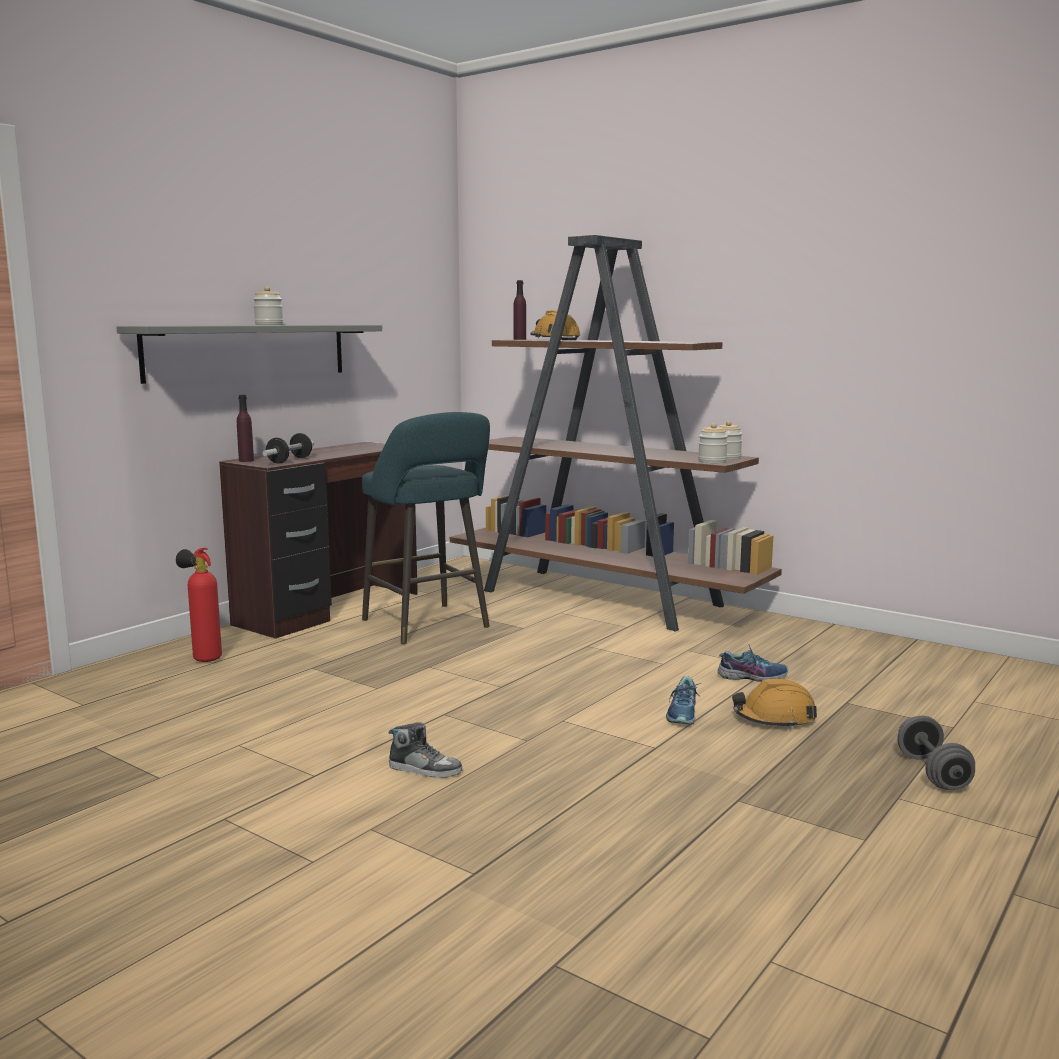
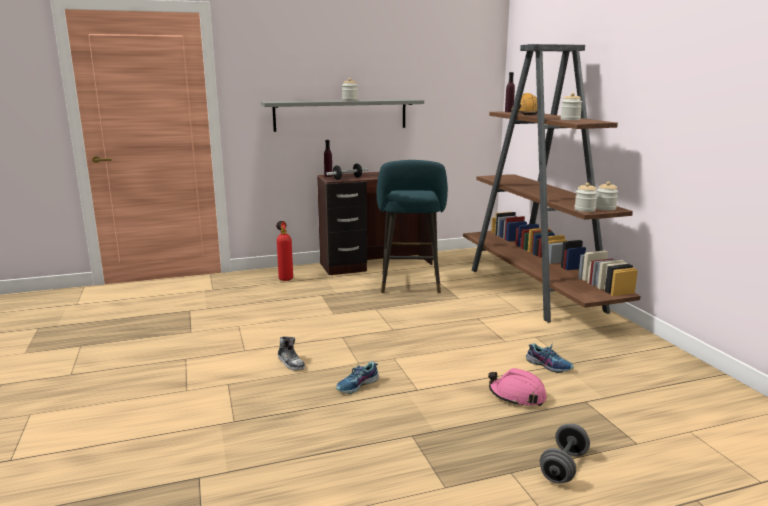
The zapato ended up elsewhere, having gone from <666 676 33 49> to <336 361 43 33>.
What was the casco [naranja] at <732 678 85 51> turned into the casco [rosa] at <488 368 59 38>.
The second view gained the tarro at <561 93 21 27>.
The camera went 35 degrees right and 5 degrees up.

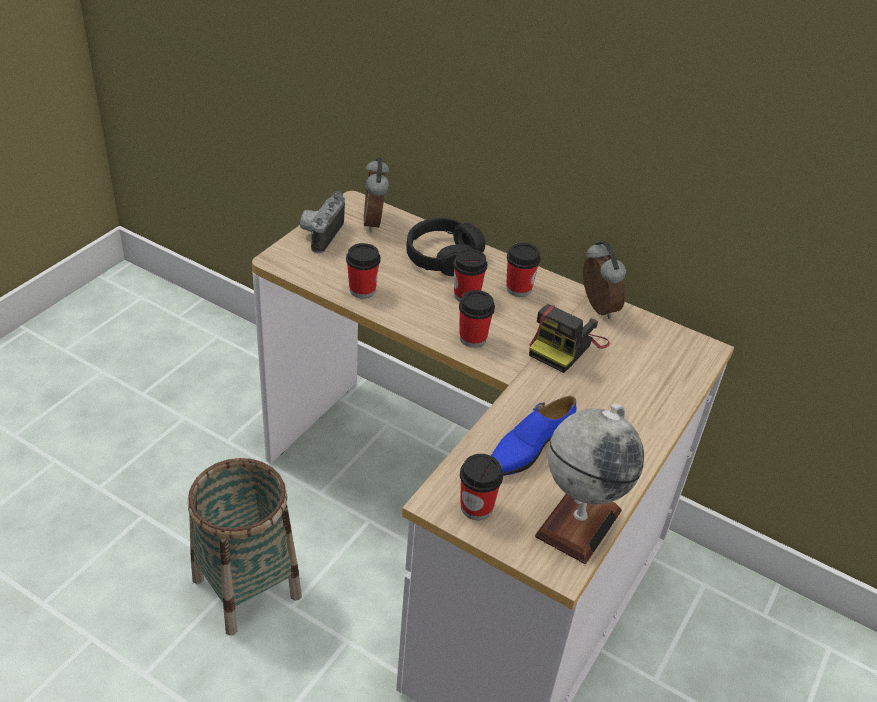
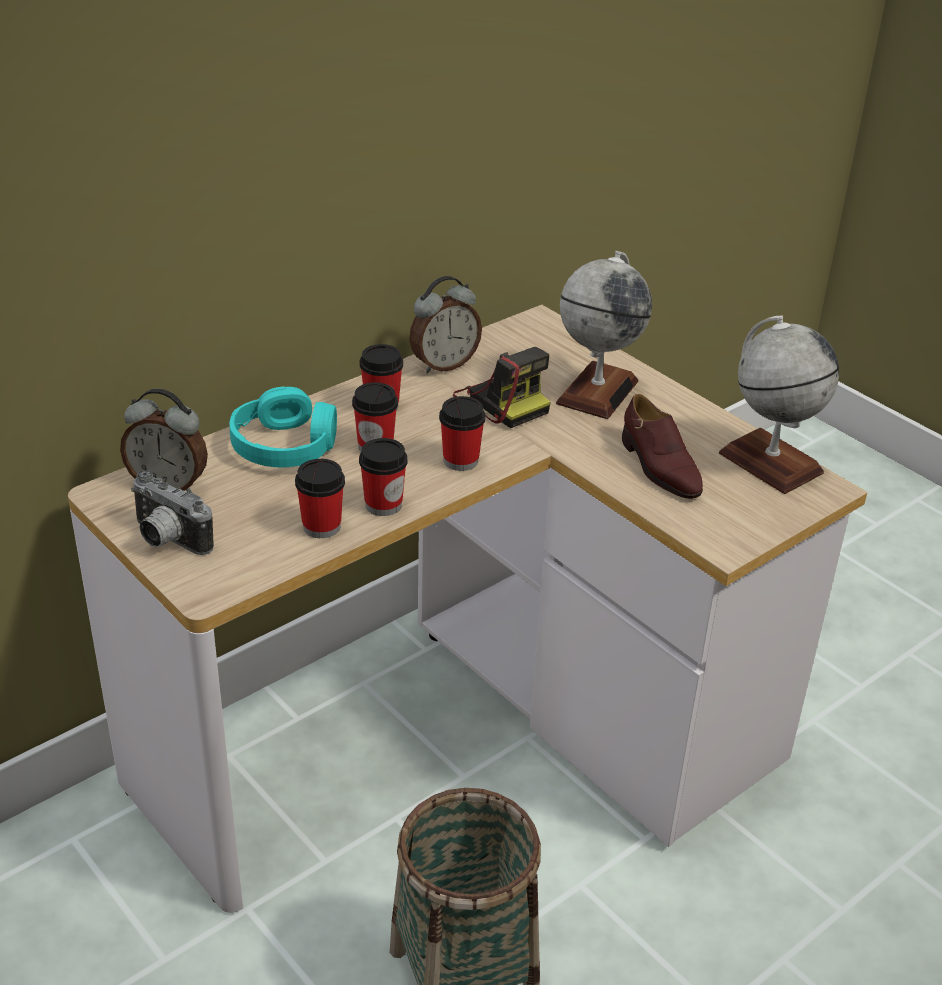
What was the auriculares [negro] at <406 218 79 58> turned into the auriculares [turquesa] at <230 386 107 82>.
The taza ended up elsewhere, having gone from <460 454 43 66> to <359 438 49 78>.
The despertador at <583 241 43 78> ended up facing another way, 150 degrees clockwise from before.
The second view gained the globo terráqueo at <556 251 96 168>.
What was the zapato [azul] at <491 396 85 80> turned into the zapato [marrón] at <622 394 81 105>.
The camera went 70 degrees left and 5 degrees down.

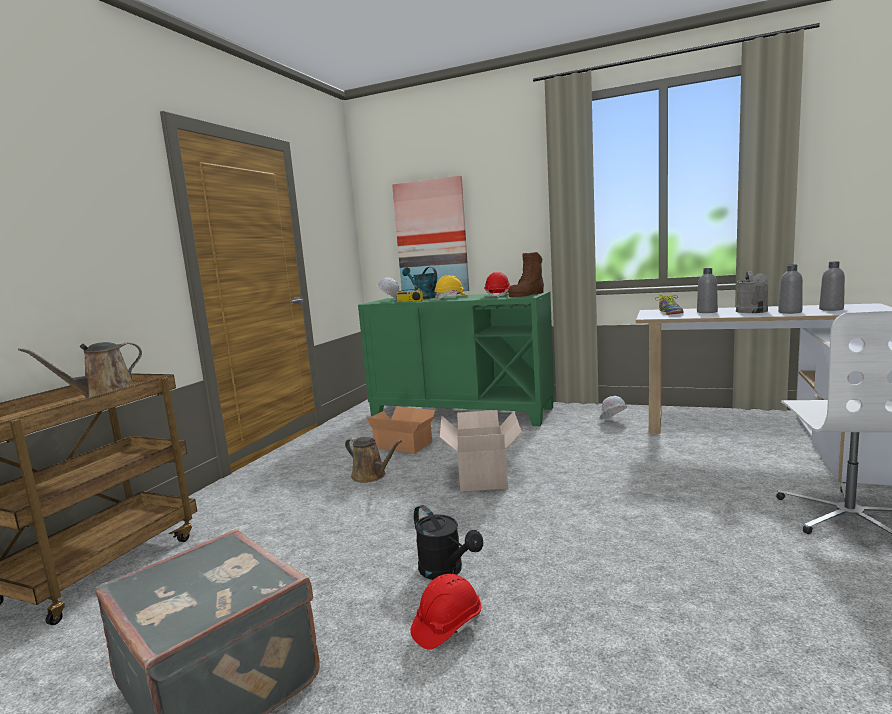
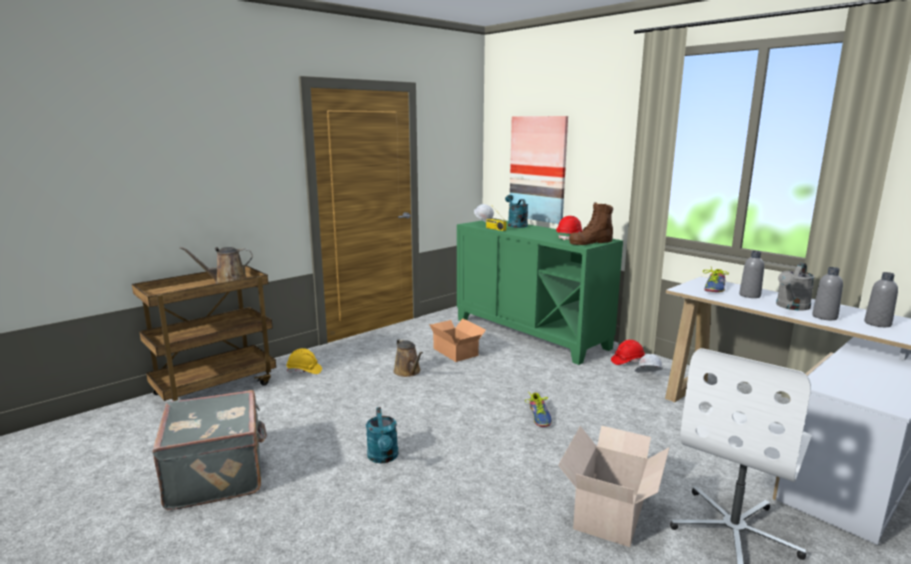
The casco [amarillo] ended up elsewhere, having gone from <434 275 34 24> to <287 348 35 26>.
What was the regadera [negro] at <414 505 69 75> turned into the regadera [turquesa] at <366 407 32 56>.
The second view gained the zapato at <525 393 27 34>.
The caja de cartón ended up elsewhere, having gone from <440 410 82 82> to <558 425 112 122>.
The casco [rojo] ended up elsewhere, having gone from <410 574 72 75> to <611 340 34 25>.
The camera went 25 degrees right and 5 degrees up.

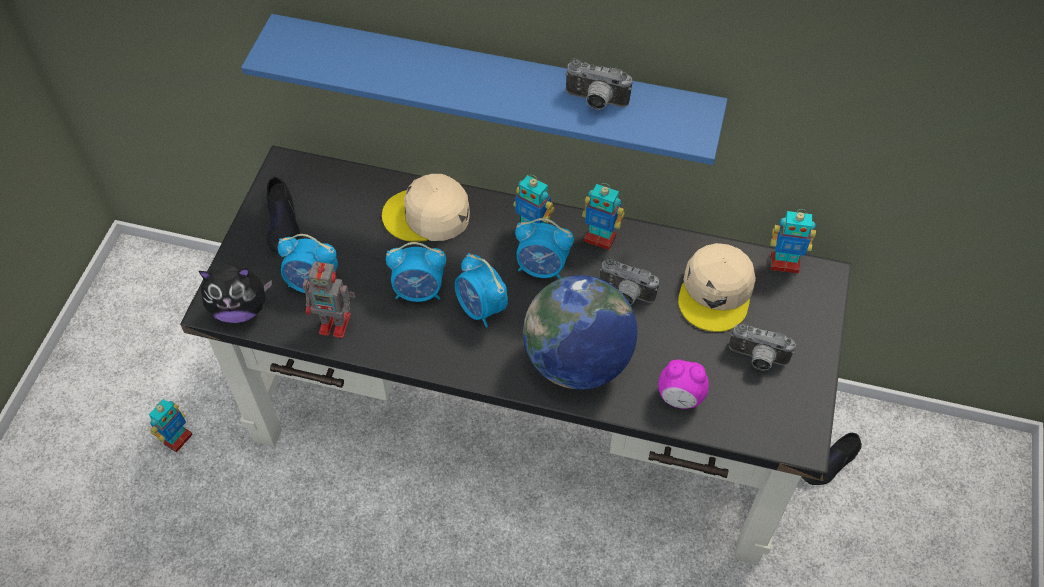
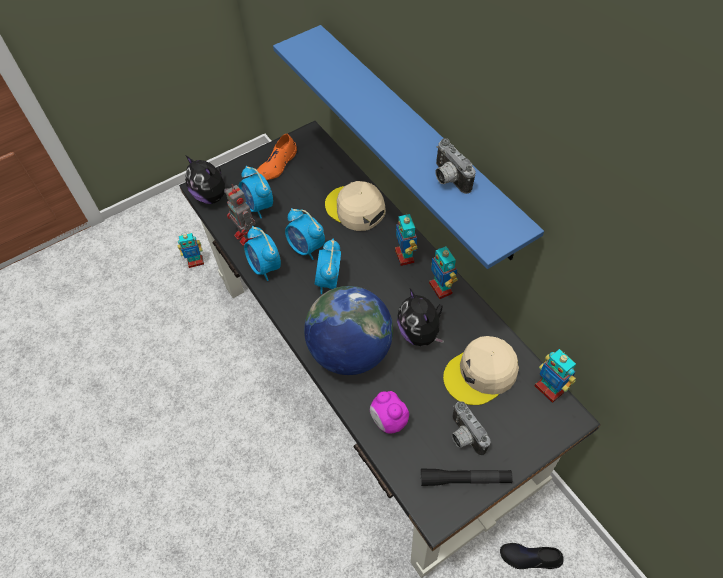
The despertador ended up elsewhere, having gone from <515 218 59 61> to <244 226 37 55>.
What was the zapato [negro] at <266 176 34 75> turned into the zapato [naranja] at <256 134 41 46>.
Where the cámara stood at <599 258 60 47>, the peluche came to stand at <397 288 48 58>.
The second view gained the linterna [negro] at <421 469 92 17>.
The camera went 45 degrees right and 0 degrees up.

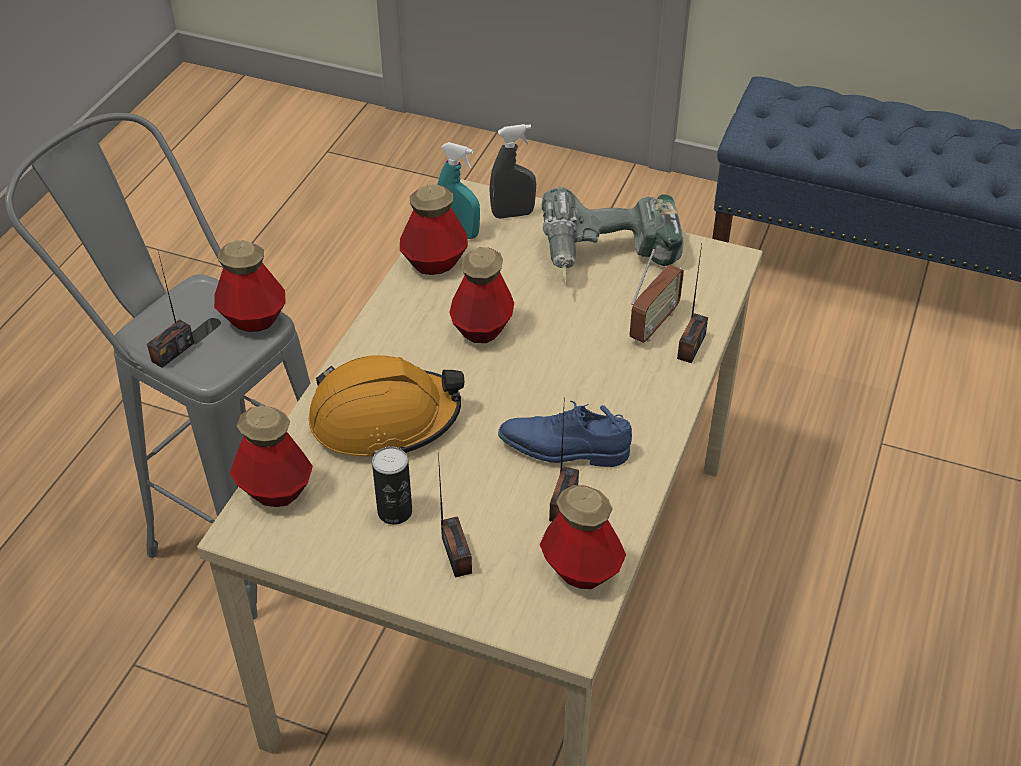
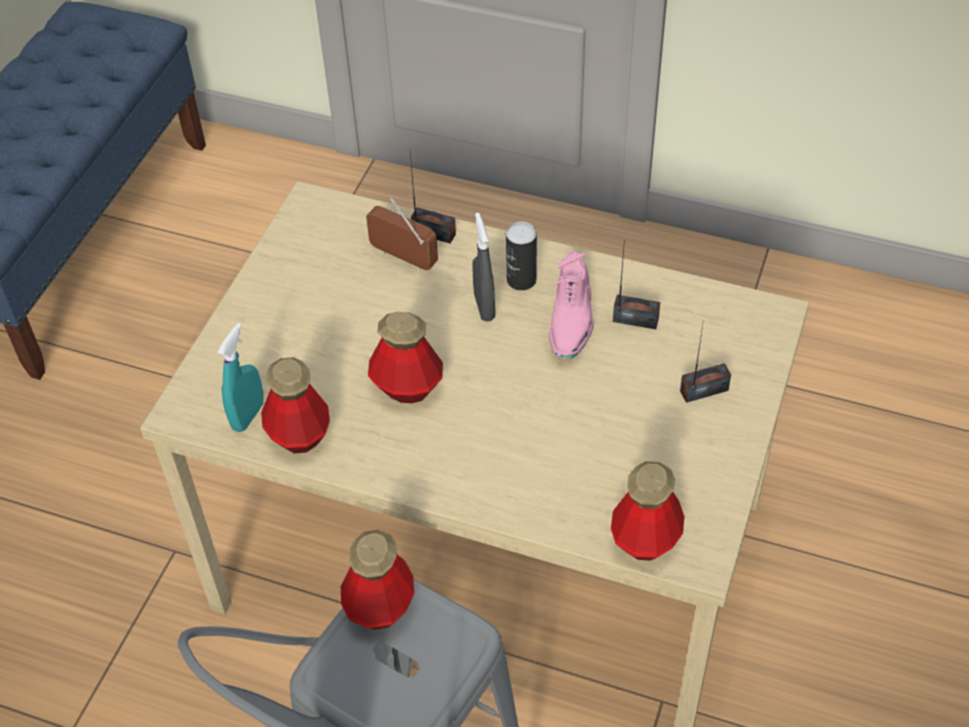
The pulverizador [gris] ended up elsewhere, having gone from <489 124 47 95> to <472 213 23 108>.
The lata ended up elsewhere, having gone from <372 446 40 79> to <506 222 31 69>.
What was the zapato [azul] at <498 401 134 66> turned into the zapato [rosa] at <549 250 45 110>.
The second view lost the radio at <147 252 47 116>.
The second view lost the casco [naranja] at <309 355 155 101>.
The second view lost the botella at <540 485 86 104>.
The second view lost the taladro at <542 187 142 96>.
The camera went 90 degrees left and 5 degrees up.

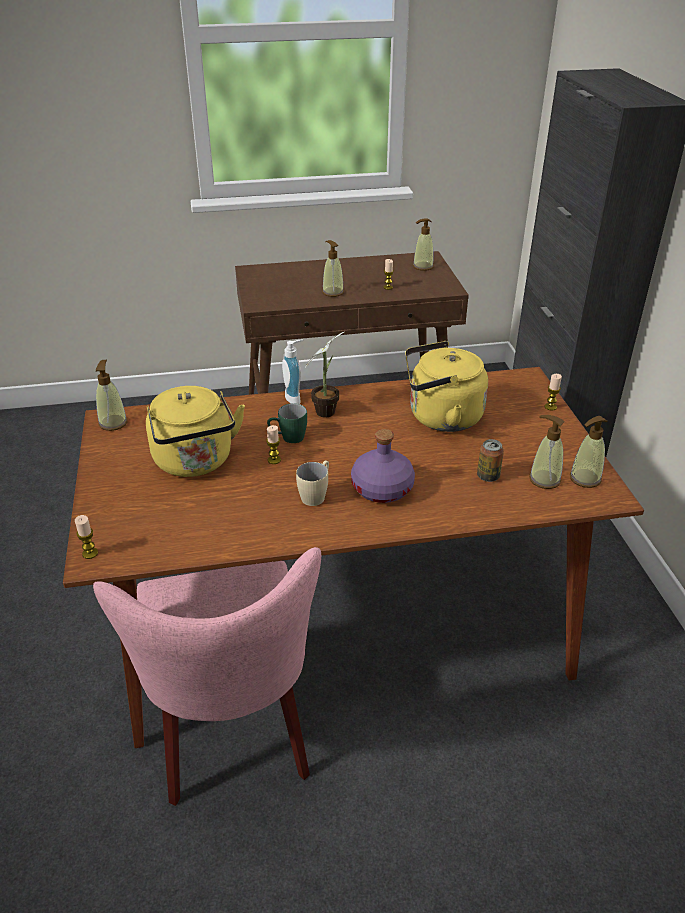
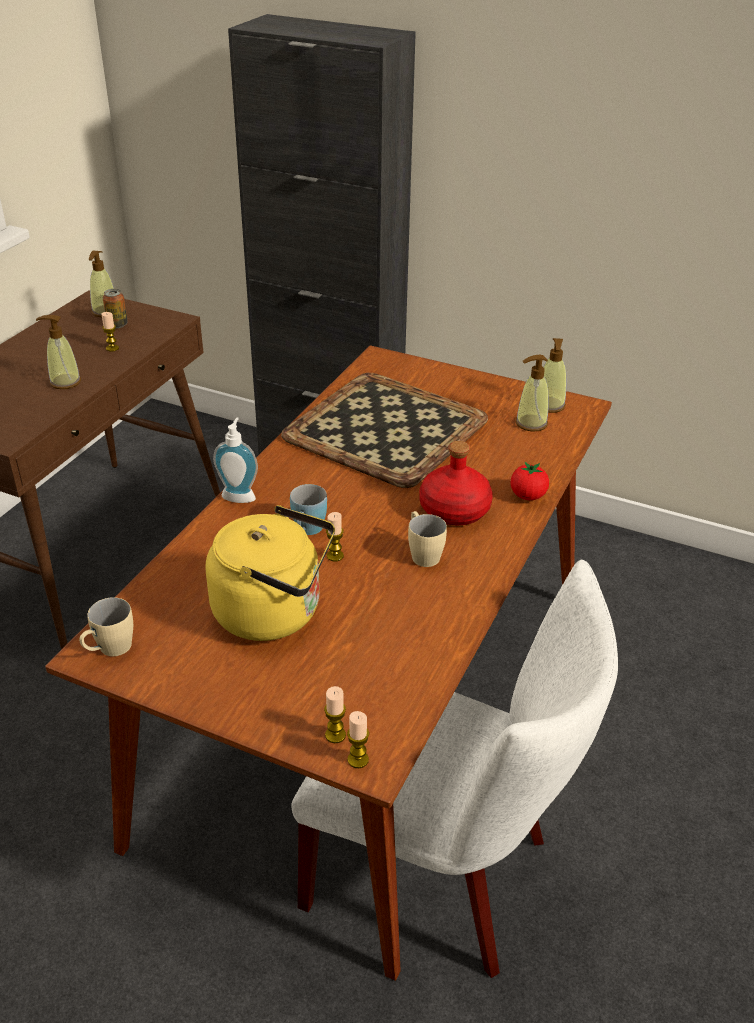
Where the dispensador de jabón stood at <95 360 32 71>, the taza grande [beis] came to stand at <79 597 54 59>.
The lata ended up elsewhere, having gone from <477 439 27 43> to <103 289 25 39>.
Where the hervidor [amarillo] stood at <405 341 83 91>, the bandeja came to stand at <281 373 207 115>.
What was the taza grande [verde] at <267 403 40 40> turned into the taza grande [azul] at <290 484 37 51>.
What was the silla [rosa] at <93 547 228 259> turned into the silla [blanco] at <291 560 327 418>.
The vela ended up elsewhere, having gone from <544 374 18 37> to <324 686 22 57>.
What was the botella [morado] at <351 429 64 74> turned into the botella [rojo] at <419 441 74 84>.
The second view gained the tomate at <511 462 38 38>.
The second view lost the planta en maceta at <305 332 39 86>.
The camera went 55 degrees left and 0 degrees up.

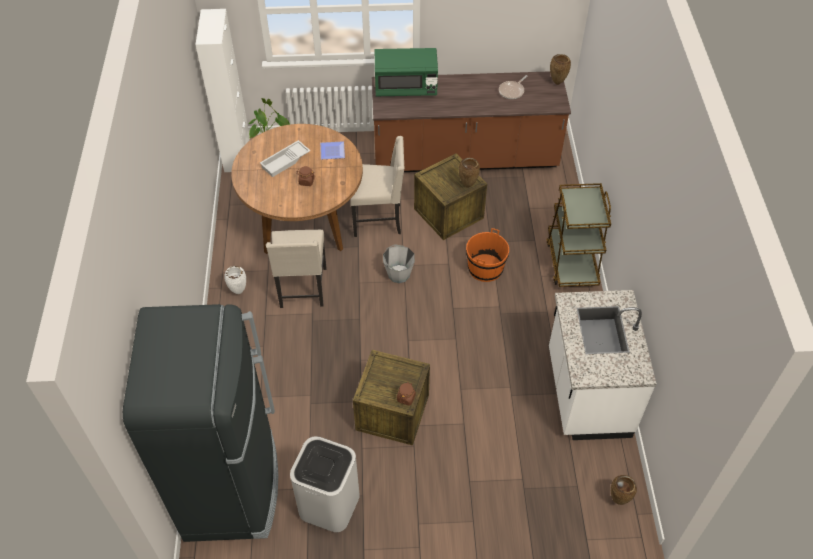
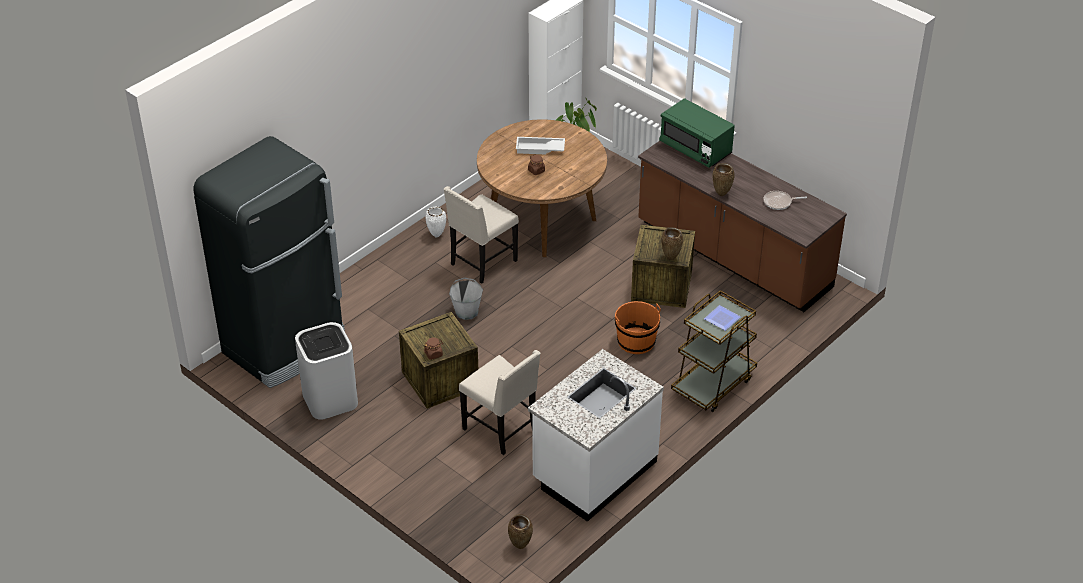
The cubo [gris] ended up elsewhere, having gone from <383 244 32 39> to <449 277 34 43>.
The silla [beis] ended up elsewhere, having gone from <350 136 54 101> to <459 350 81 105>.
The plato ended up elsewhere, having gone from <320 141 25 18> to <704 305 37 26>.
The florero [marrón] ended up elsewhere, having gone from <550 54 21 31> to <712 163 23 33>.
The camera went 45 degrees right and 10 degrees down.

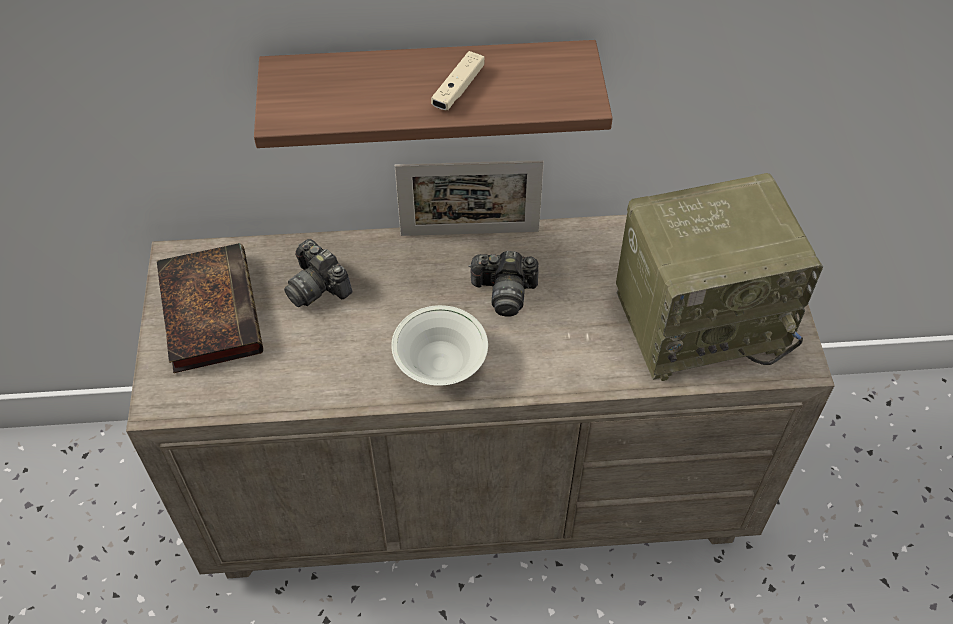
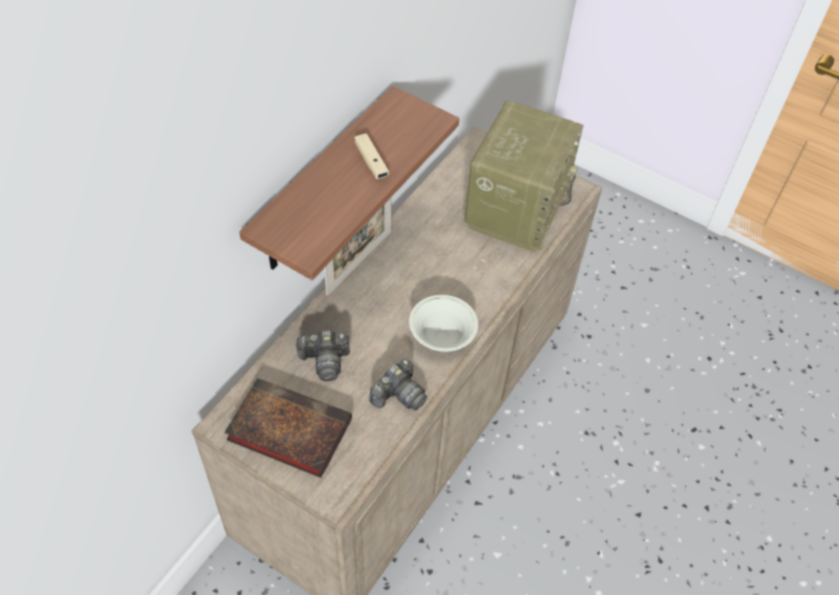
The cámara ended up elsewhere, having gone from <468 251 71 65> to <369 359 58 52>.
The camera went 55 degrees left and 0 degrees up.

